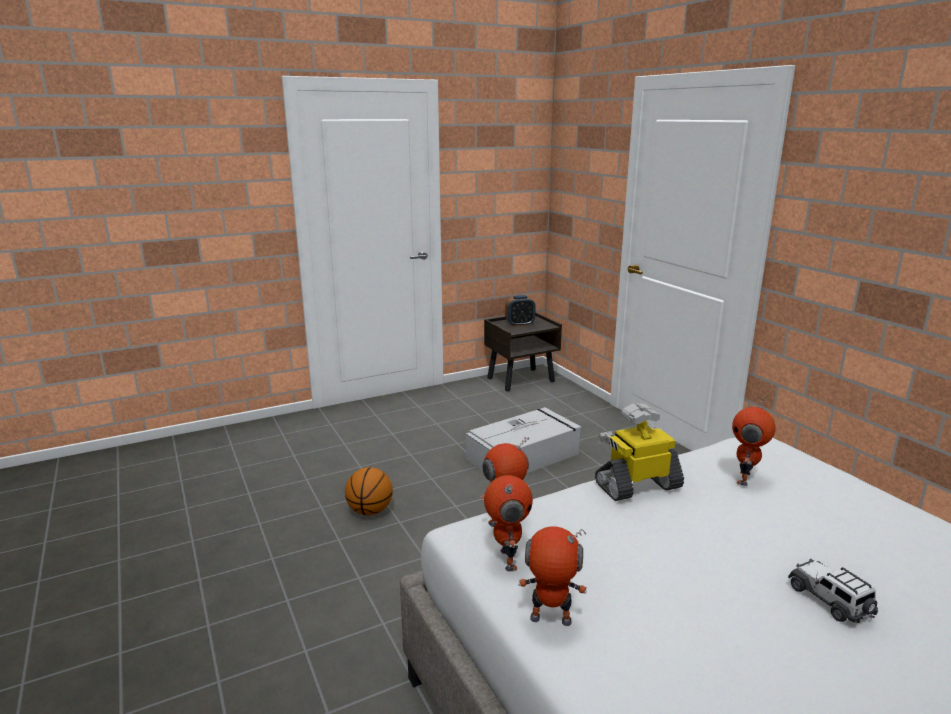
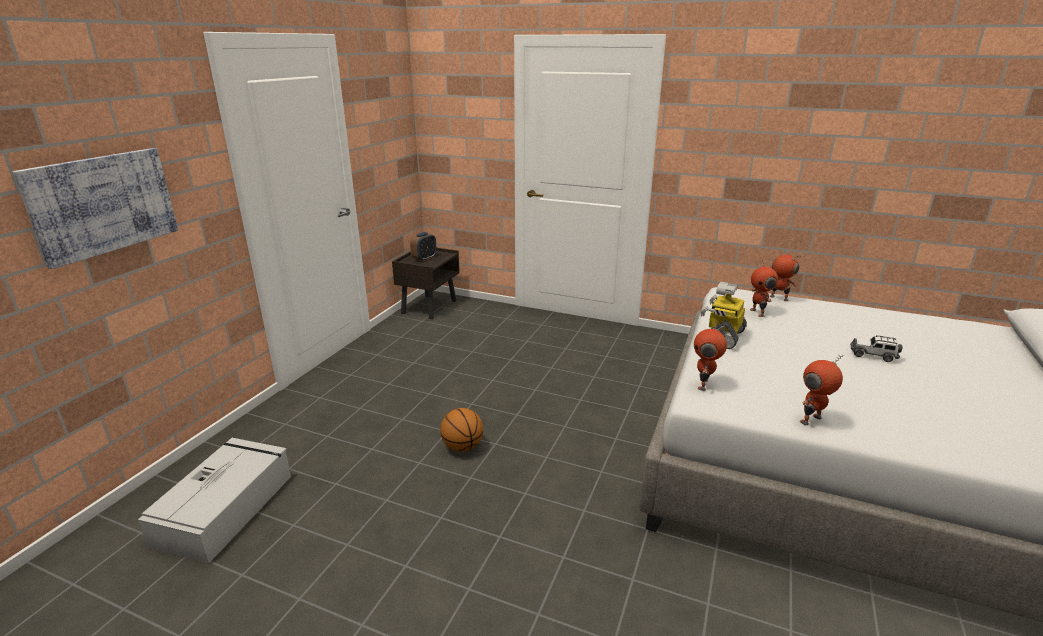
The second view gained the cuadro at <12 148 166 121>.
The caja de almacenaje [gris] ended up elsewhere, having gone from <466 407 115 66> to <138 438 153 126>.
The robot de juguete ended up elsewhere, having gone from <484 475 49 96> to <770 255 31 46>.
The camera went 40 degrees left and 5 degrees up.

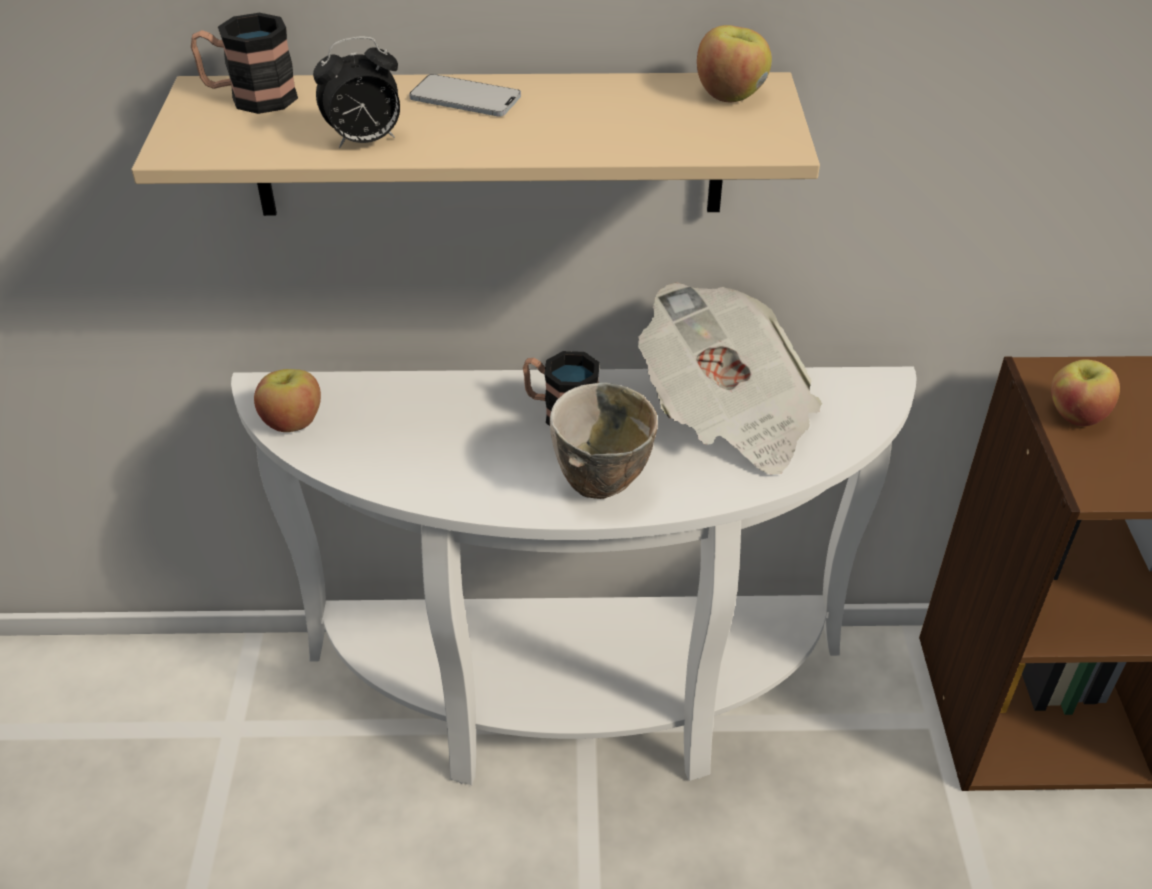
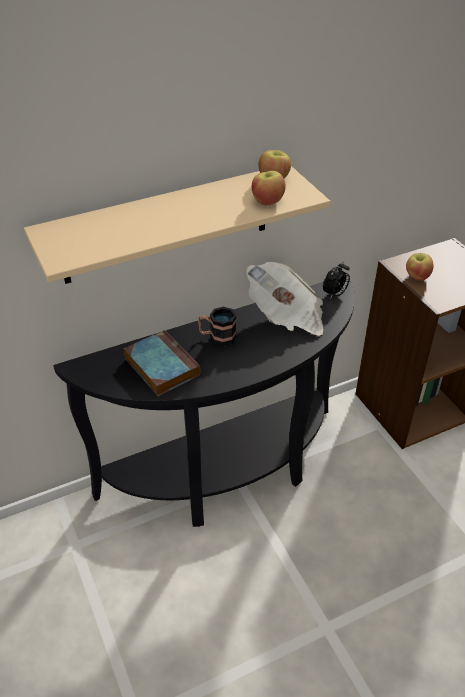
What was the mesa consola [blanco] at <231 367 686 418> turned into the mesa consola [negro] at <53 281 302 246>.
The second view gained the libro at <123 330 77 66>.
The manzana ended up elsewhere, having gone from <254 369 67 63> to <252 171 34 35>.
The despertador ended up elsewhere, having gone from <313 36 87 112> to <323 262 27 37>.
The second view lost the taza grande at <191 13 107 101>.
The second view lost the móvil at <409 74 112 43>.
The second view lost the cuenco at <550 382 108 117>.
The camera went 25 degrees left and 0 degrees up.

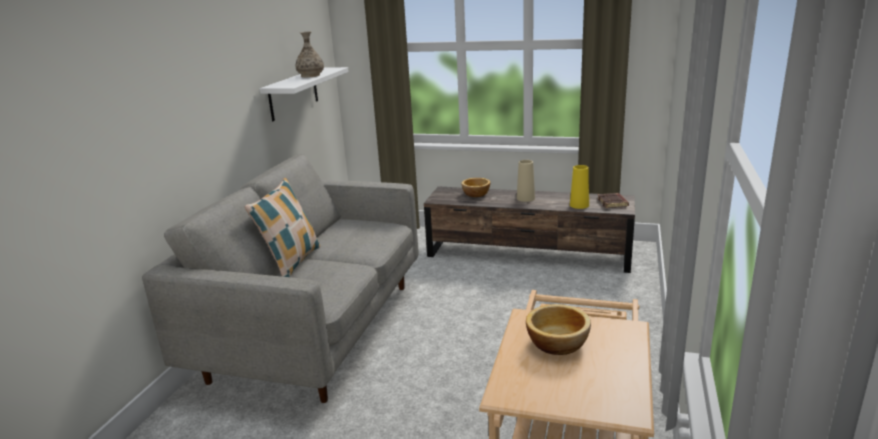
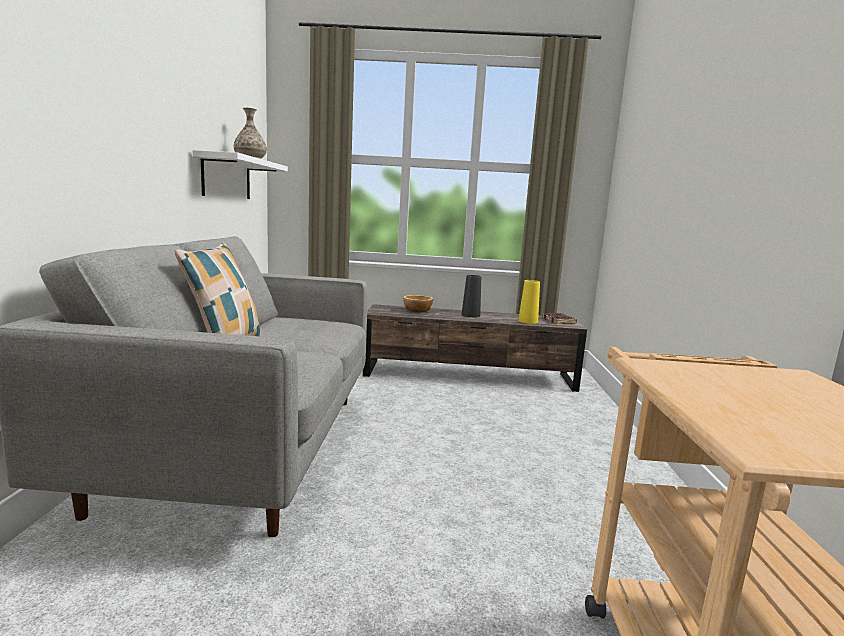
What was the florero [beis] at <517 160 18 42> turned into the florero [negro] at <461 275 20 42>.
The second view lost the cuenco at <526 304 65 51>.
The camera went 15 degrees left and 10 degrees down.

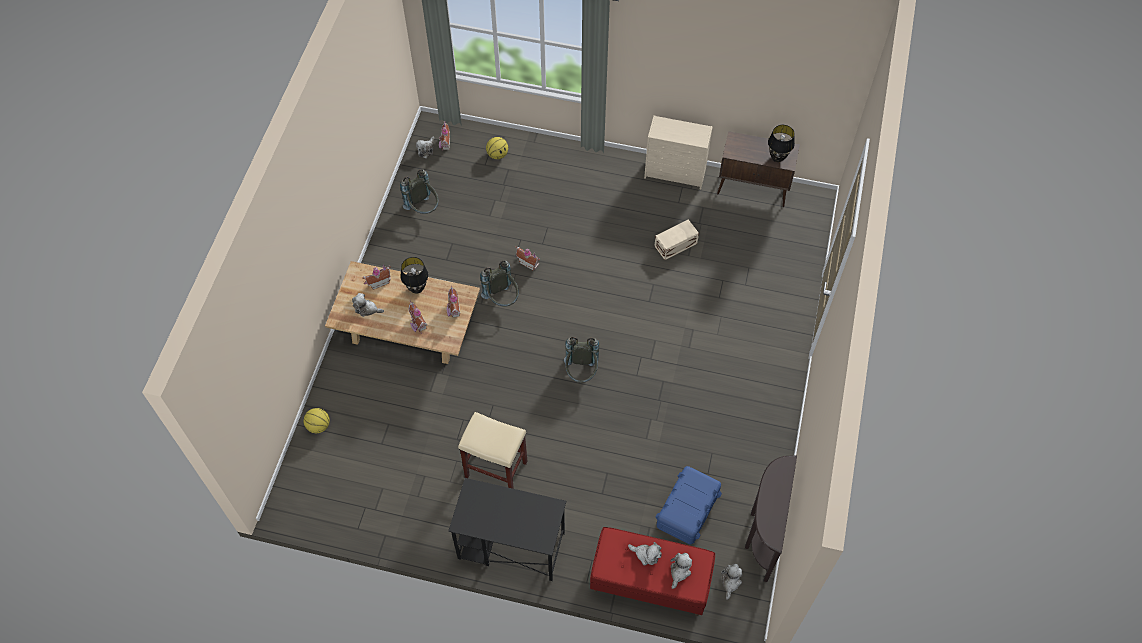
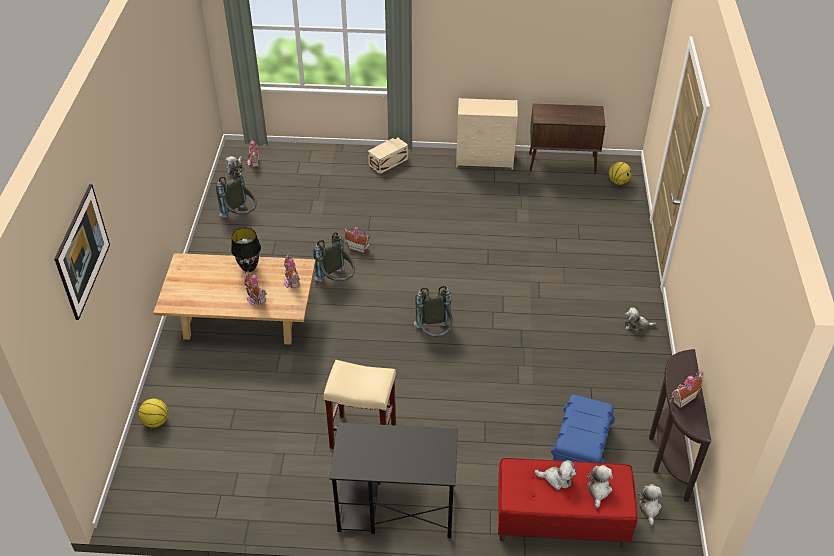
The second view gained the cuadro at <54 184 56 136>.
The caja de almacenaje [beis] ended up elsewhere, having gone from <655 220 44 40> to <368 138 40 36>.
The balón de baloncesto ended up elsewhere, having gone from <486 137 22 22> to <609 162 23 23>.
The peluche ended up elsewhere, having gone from <352 293 32 24> to <625 308 32 25>.
The casita ended up elsewhere, having gone from <362 265 29 25> to <669 371 34 37>.
The second view lost the lámpara de mesa [negro] at <768 125 27 37>.
The camera went 10 degrees left and 15 degrees down.

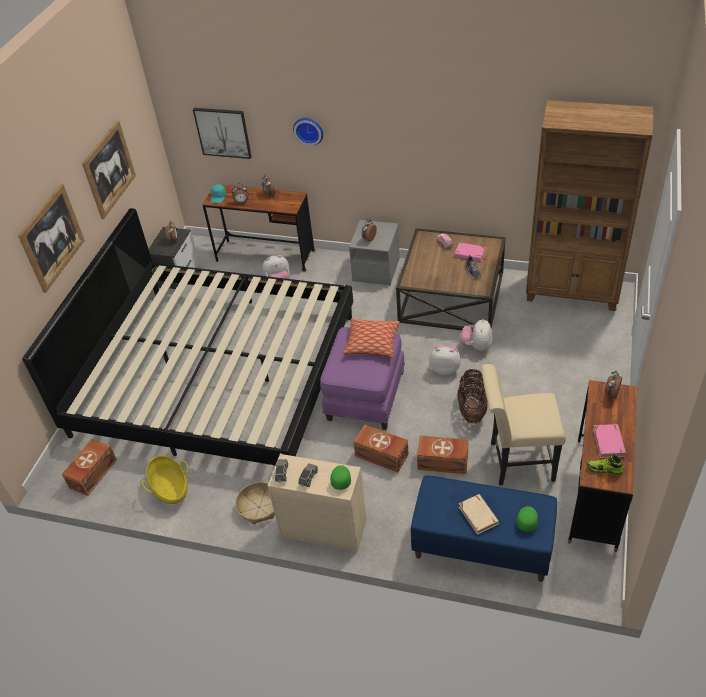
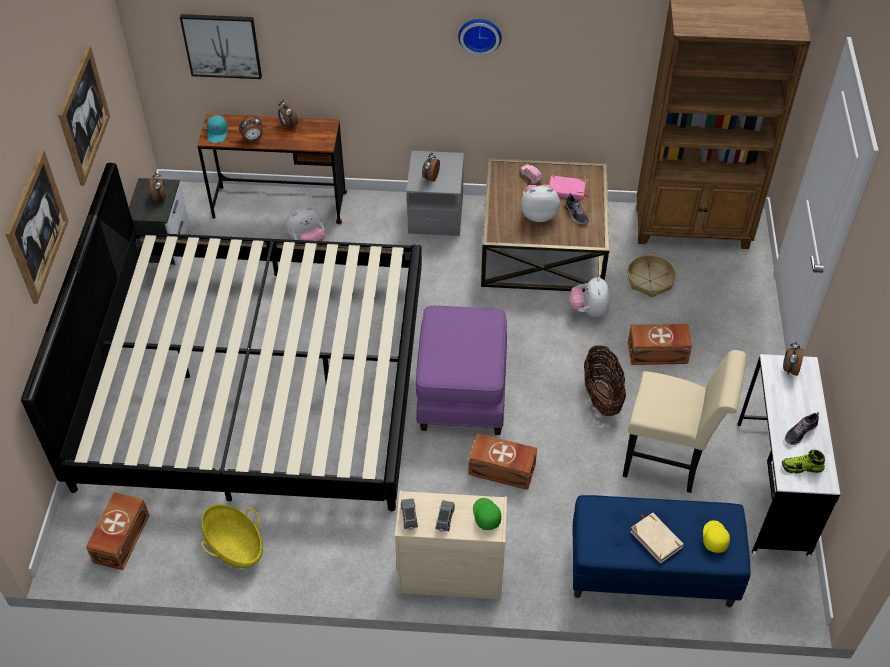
The reloj de pared ended up elsewhere, having gone from <293 118 30 28> to <458 19 44 37>.
The peluche ended up elsewhere, having gone from <429 345 32 30> to <521 185 39 37>.
The silla [beis] at <481 364 85 121> ended up facing another way, 150 degrees counterclockwise from before.
The cesta ended up elsewhere, having gone from <235 482 40 43> to <628 255 48 42>.
The caja de almacenaje [marrón] ended up elsewhere, having gone from <417 436 52 38> to <628 324 64 41>.
What was the gorra [verde] at <516 506 22 26> turned into the gorra [amarillo] at <703 521 27 32>.
What was the escritorio [marrón] at <568 380 69 172> turned into the escritorio [blanco] at <738 354 102 205>.
Where the libro [rosa] stood at <593 424 33 34>, the zapato came to stand at <785 412 34 33>.
The second view lost the cojín at <343 318 57 39>.
The camera went 15 degrees left and 5 degrees up.

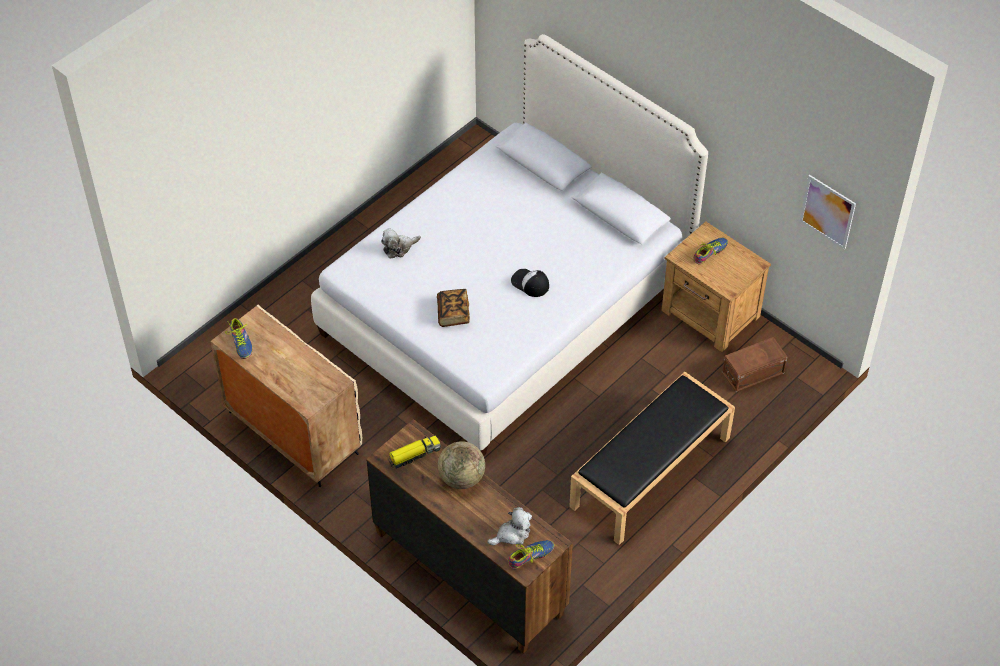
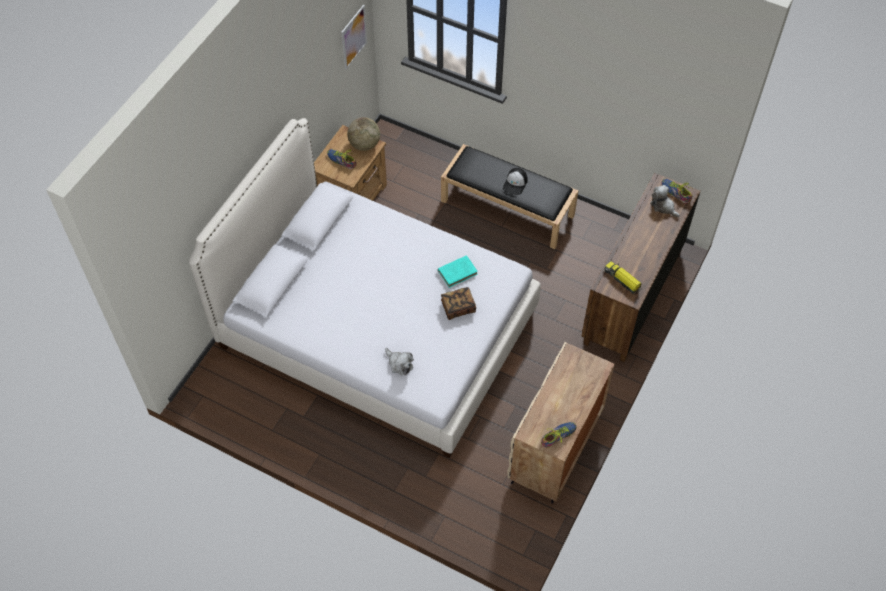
The globo terráqueo ended up elsewhere, having gone from <438 441 47 48> to <347 117 33 34>.
The second view gained the libro [turquesa] at <438 255 40 33>.
The gorra ended up elsewhere, having gone from <511 269 38 28> to <503 168 25 27>.
The second view lost the caja de almacenaje [marrón] at <722 337 65 55>.
The camera went 105 degrees left and 5 degrees up.

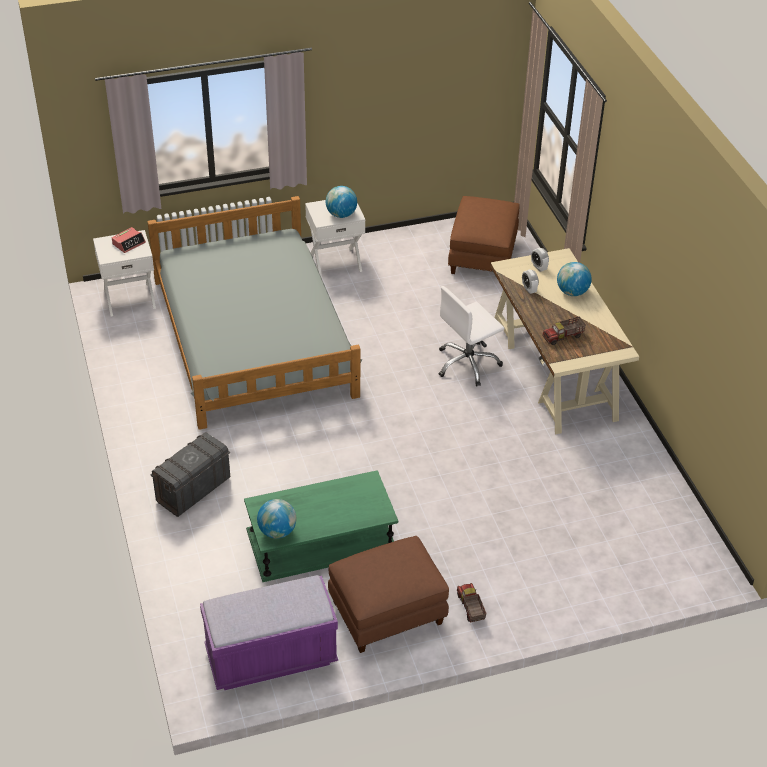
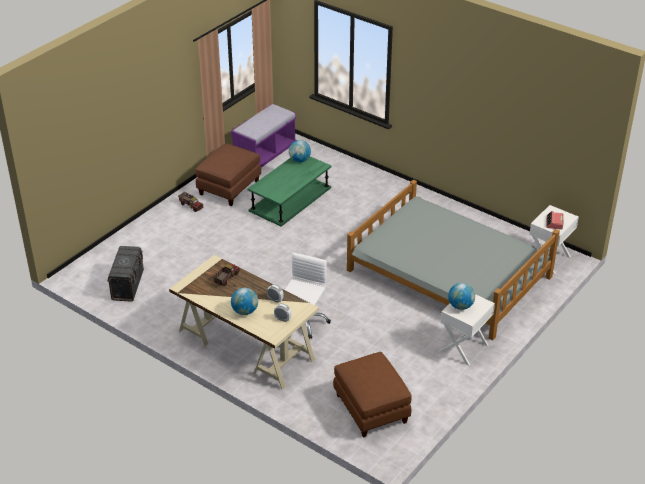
The caja de almacenaje [gris] ended up elsewhere, having gone from <150 432 80 85> to <107 246 37 56>.
The camera went 145 degrees right and 5 degrees down.

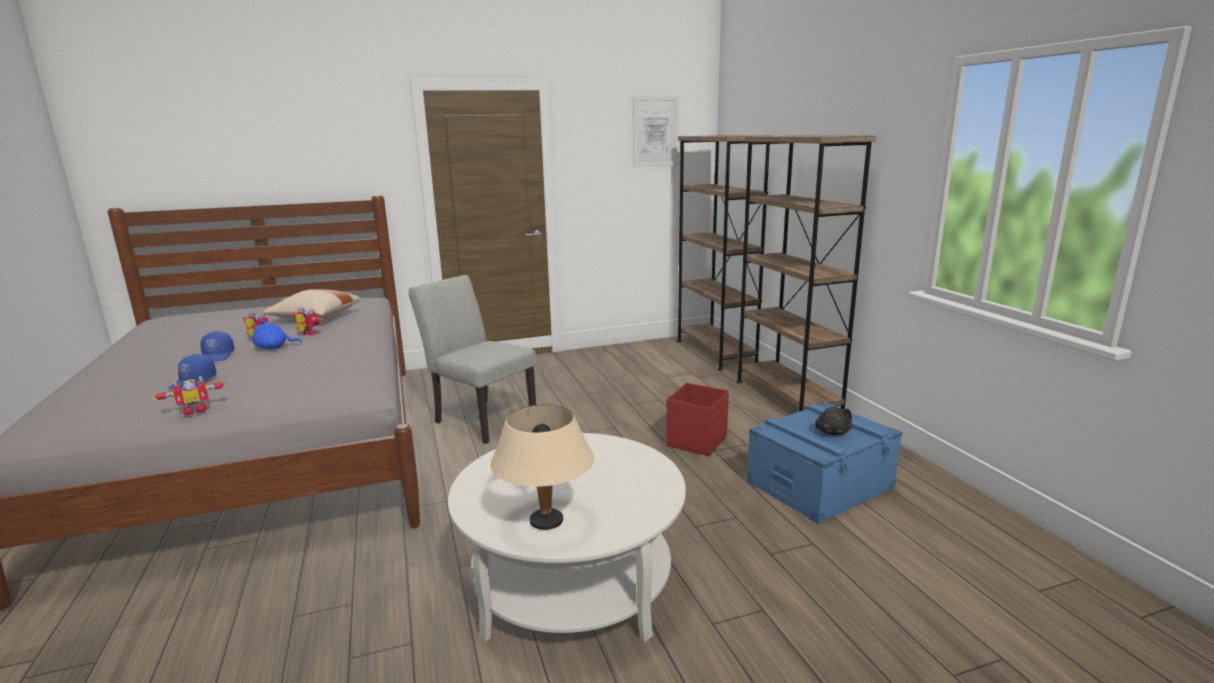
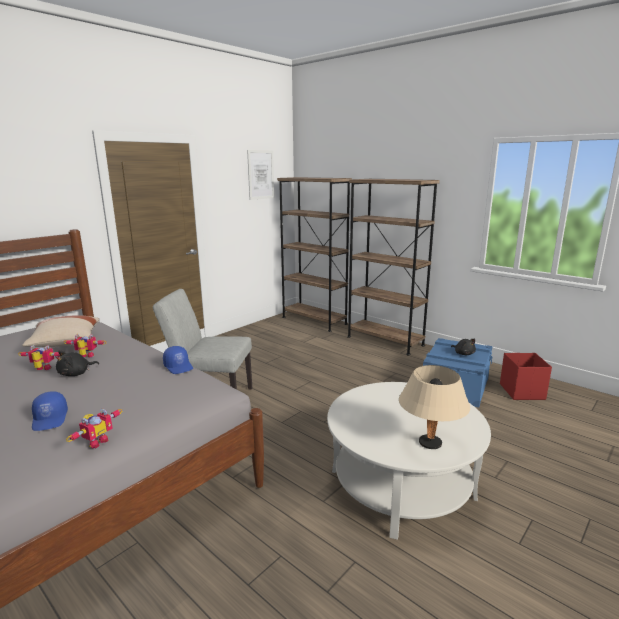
What was the peluche [azul] at <251 319 51 30> turned into the peluche [negro] at <55 350 44 26>.
The gorra [azul] ended up elsewhere, having gone from <201 331 34 30> to <163 346 30 28>.
The caja de almacenaje [rojo] ended up elsewhere, having gone from <666 383 63 73> to <500 353 52 47>.
The camera went 30 degrees left and 0 degrees up.

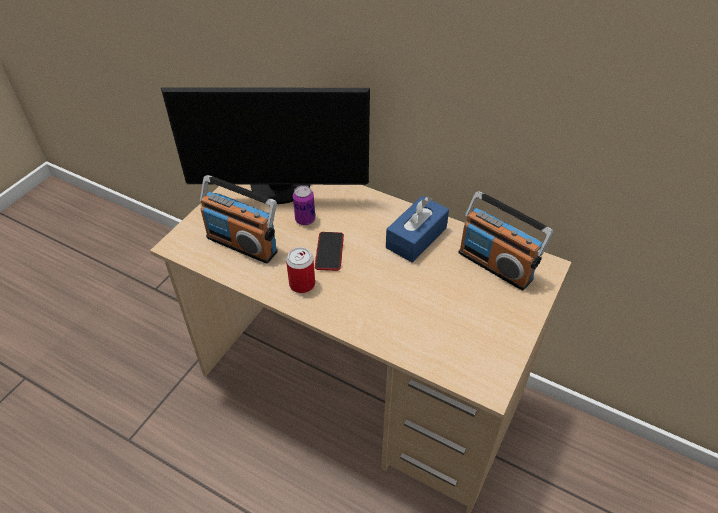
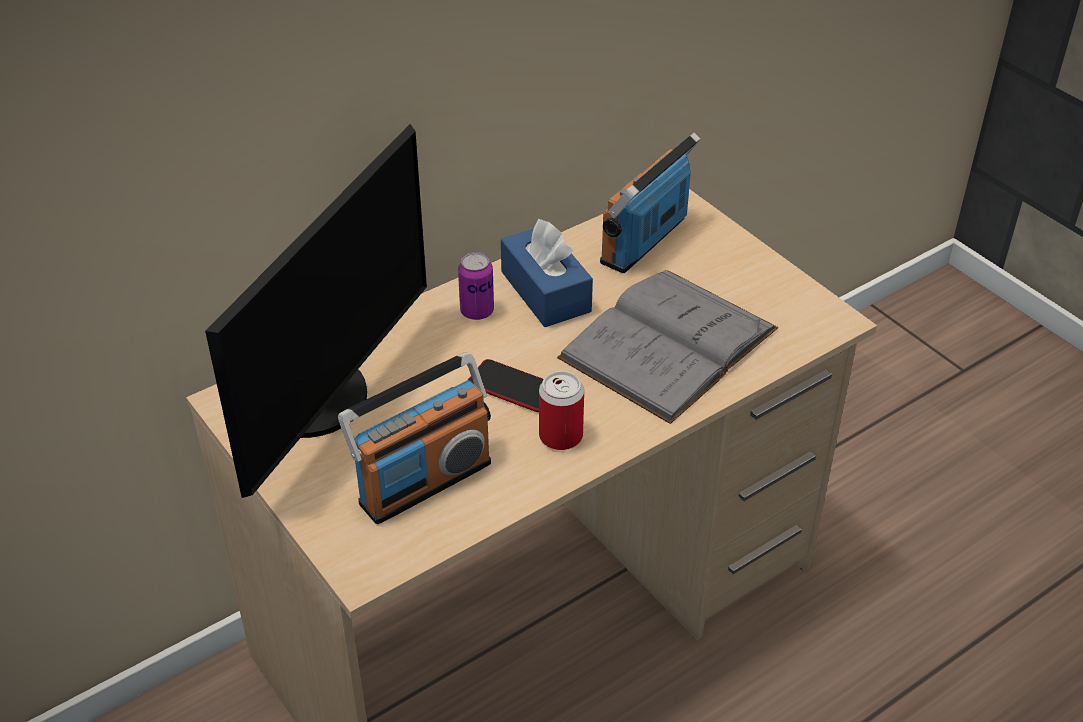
The lata ended up elsewhere, having gone from <293 185 22 40> to <458 252 36 68>.
The second view gained the libro [gris] at <557 270 221 154>.
The radio at <459 191 94 100> ended up facing another way, 150 degrees clockwise from before.
The camera went 65 degrees left and 5 degrees down.

